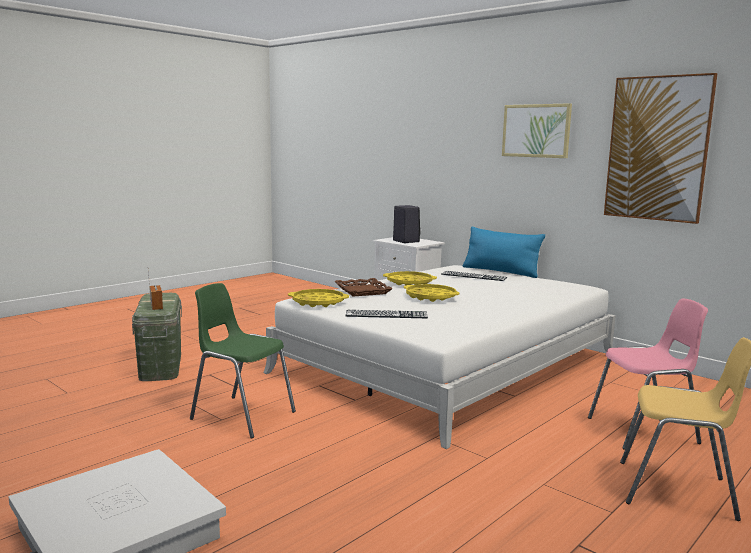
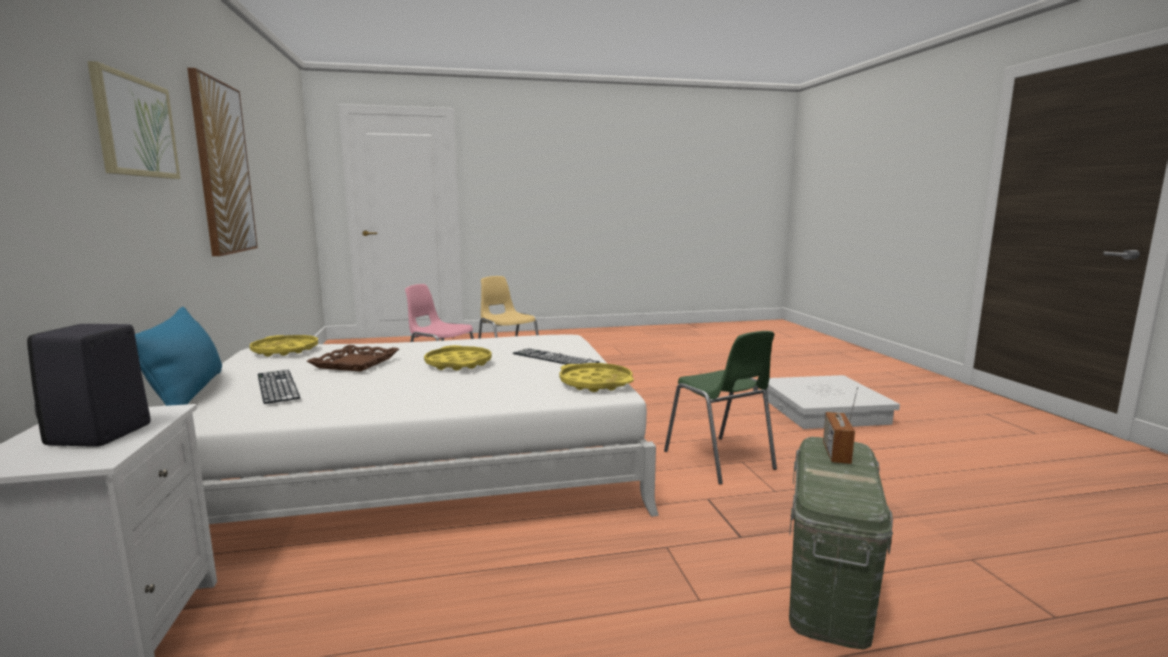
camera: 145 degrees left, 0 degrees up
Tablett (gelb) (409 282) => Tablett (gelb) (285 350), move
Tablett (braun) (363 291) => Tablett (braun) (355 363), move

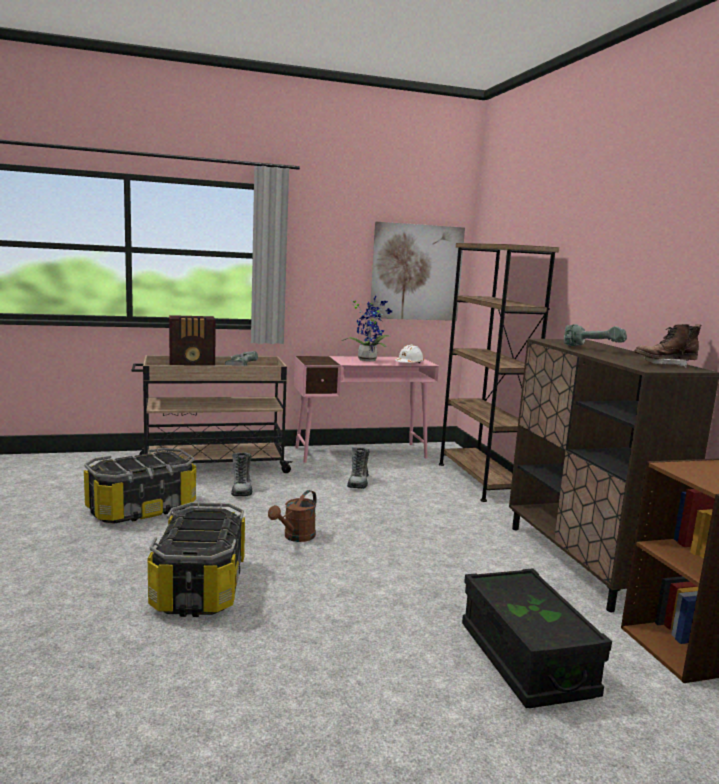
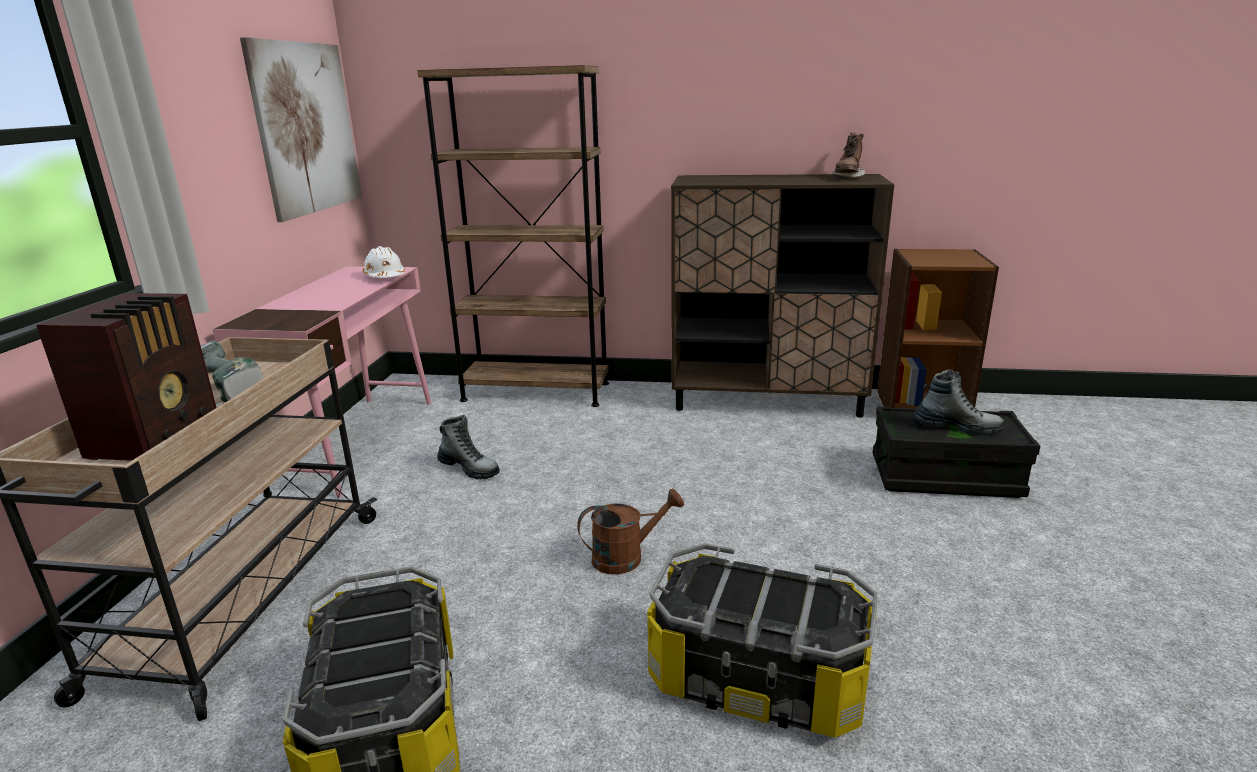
camera: 65 degrees left, 10 degrees up
Topfpflanze (368 360) => nothing
Bohrmaschine (594 349) => nothing
Stiefel (241 489) => Stiefel (956 427), move
Gießkanne (braun) (296 537) => Gießkanne (braun) (626 557), 75 degrees counterclockwise

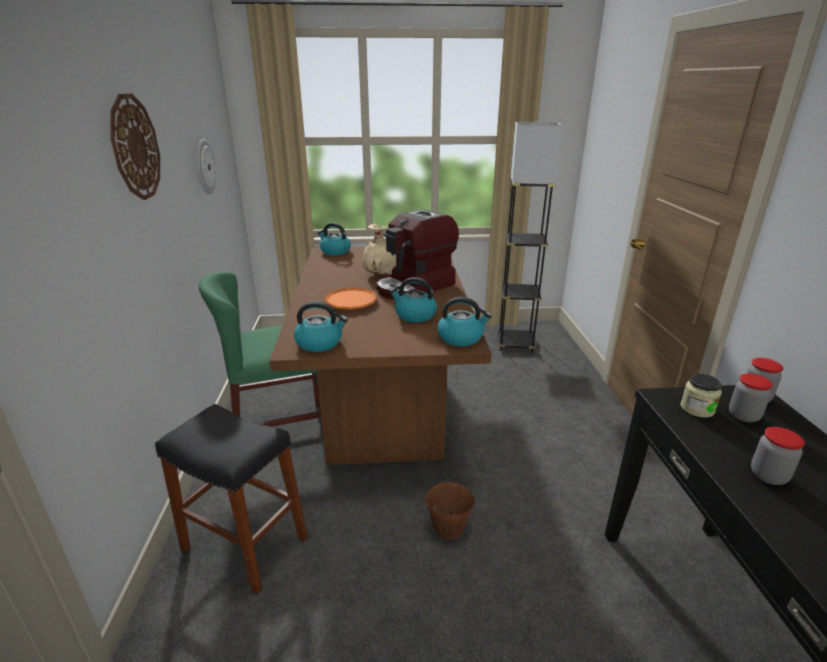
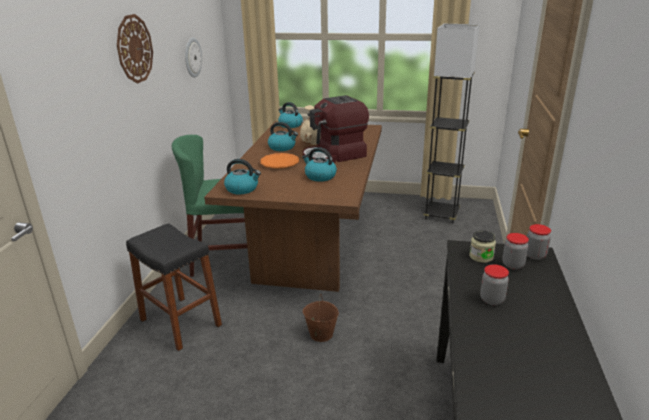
camera: 15 degrees right, 0 degrees up
Wasserkessel (461 338) => Wasserkessel (282 147), move

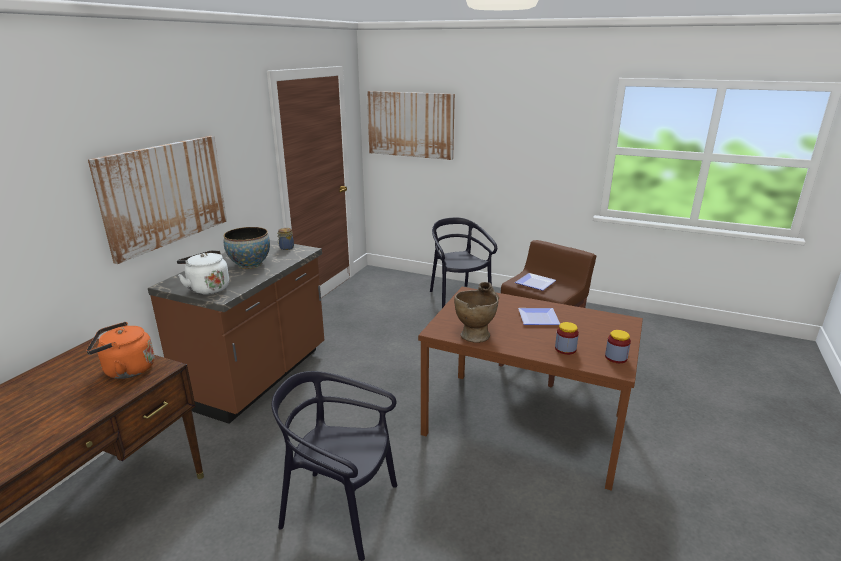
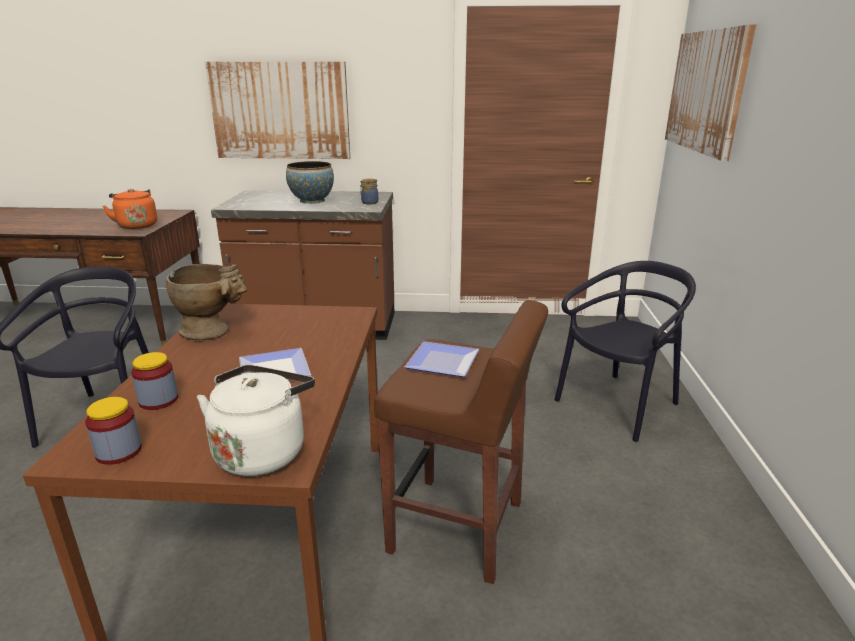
camera: 70 degrees right, 0 degrees up
Wasserkessel (weiß) (207 288) => Wasserkessel (weiß) (262 451), move

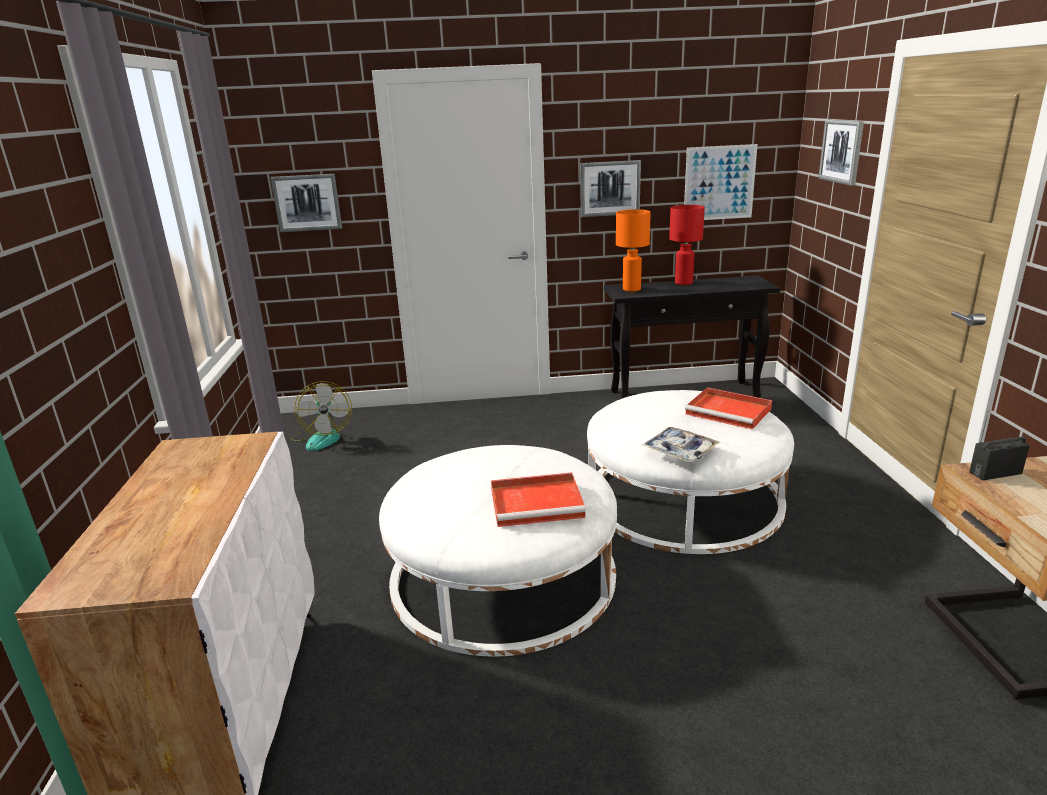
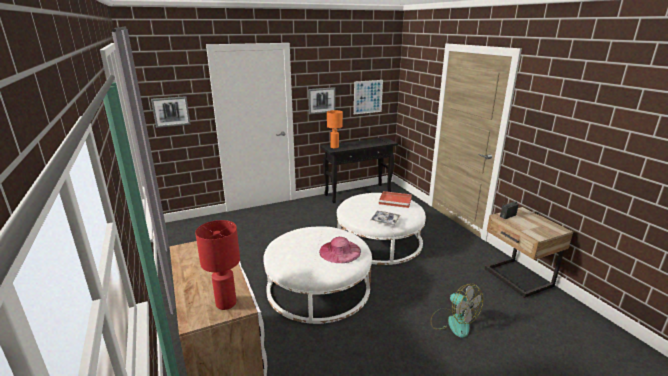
camera: 20 degrees left, 0 degrees up
Bild (842 151) => nothing
Tischlampe (rot) (683 283) => Tischlampe (rot) (225 303), move
Ventilator (322 437) => Ventilator (453 322), move
Tablett (rot) (538 503) => Hut (rosa) (340 251)

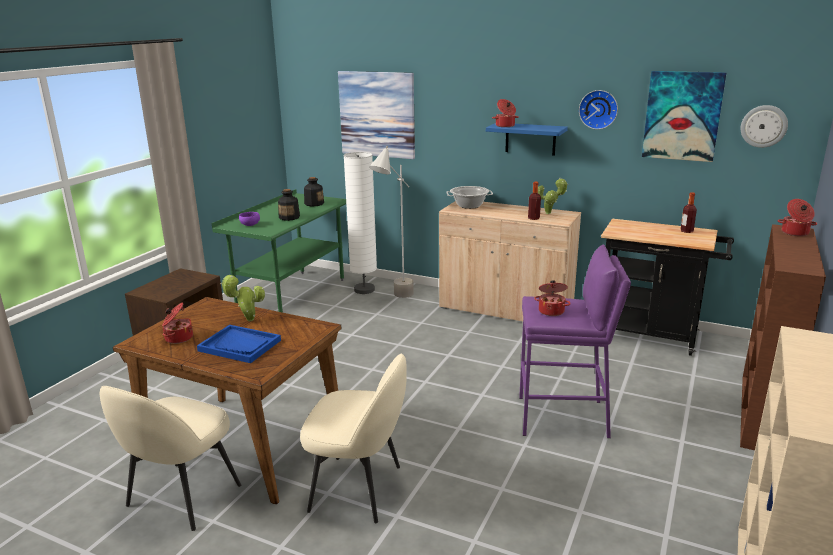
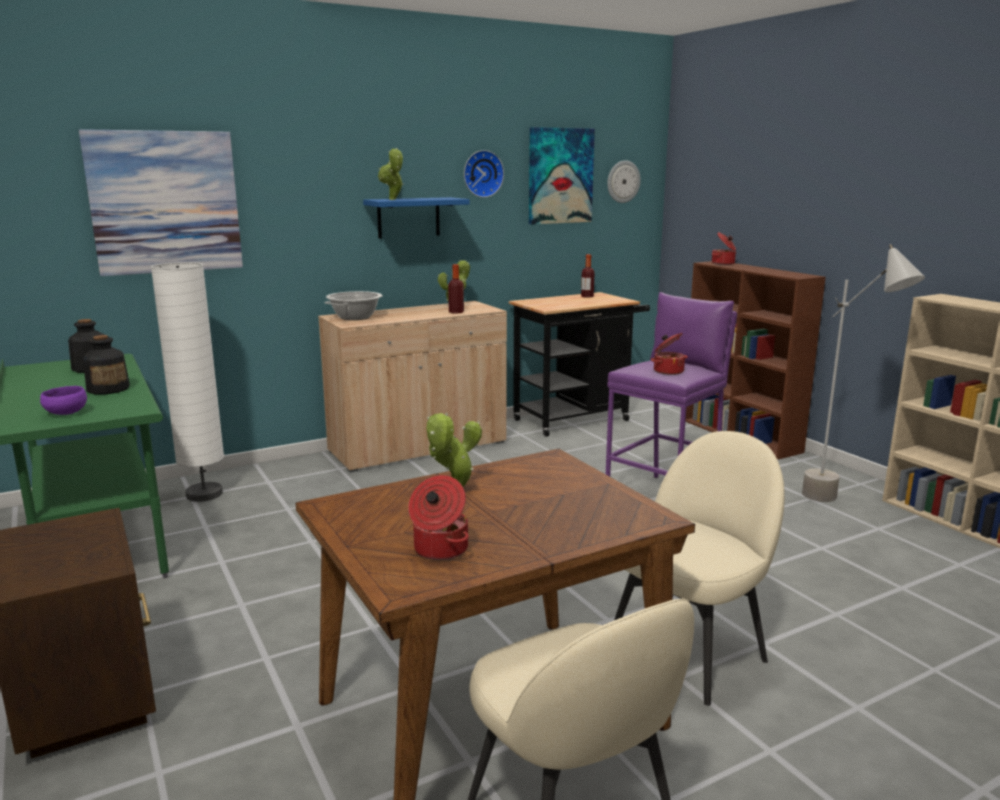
camera: 55 degrees left, 5 degrees down
Kochtopf (505 126) => Topfpflanze (393 199)
Stehlampe (grau) (395 299) => Stehlampe (grau) (841 505), move
Tablett (blau) (240 345) => nothing

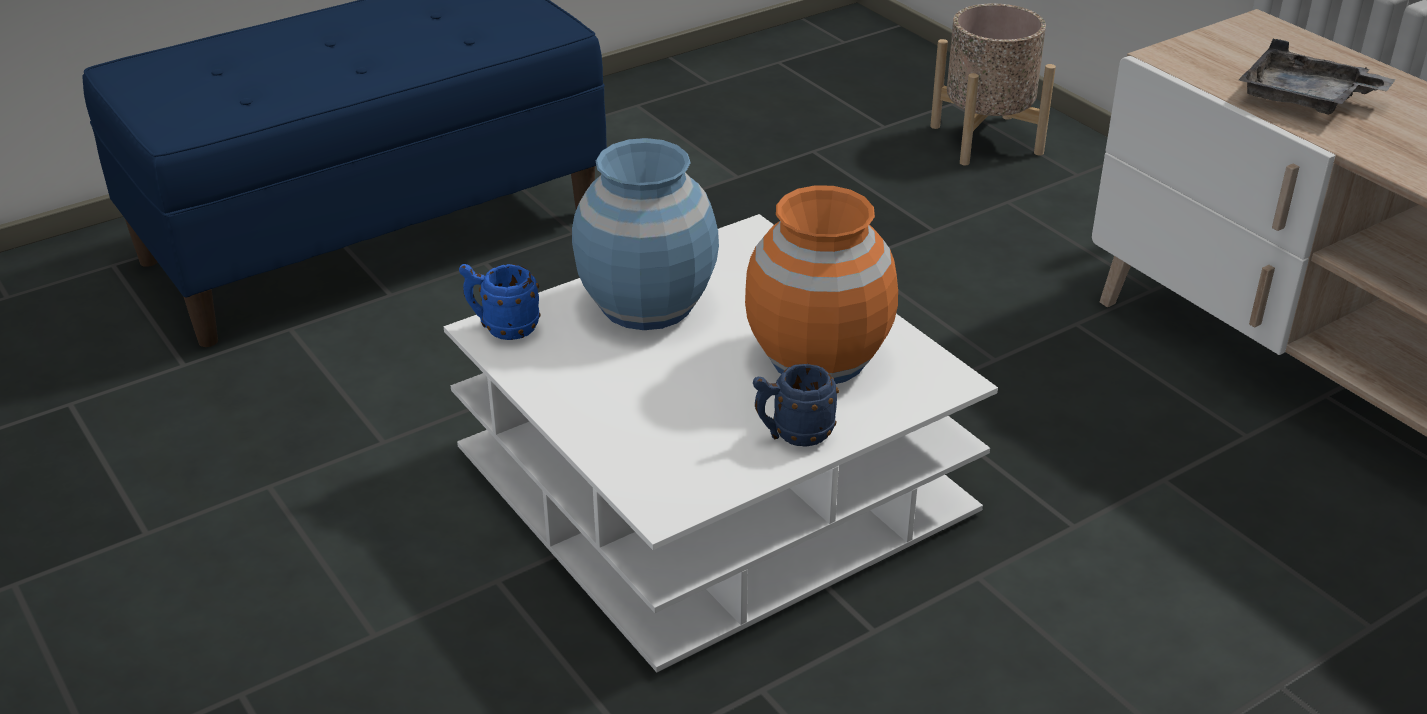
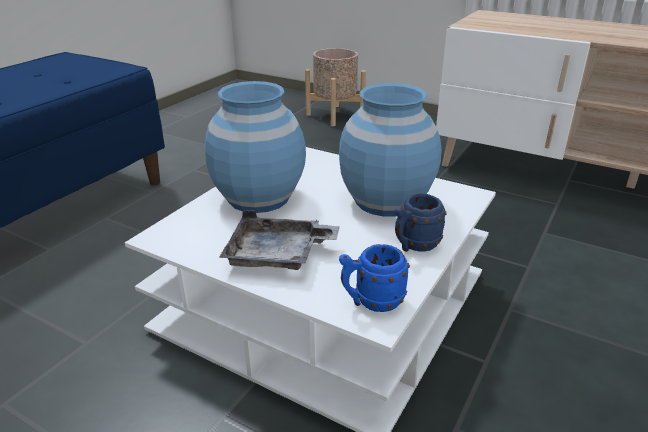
camera: 25 degrees left, 5 degrees down
Tablett (grau) (1305 99) => Tablett (grau) (278 255), move
Vase (orange) (819 357) => Vase (blau) (387 200)
Henkelbecher (blau) (502 328) => Henkelbecher (blau) (371 302), move

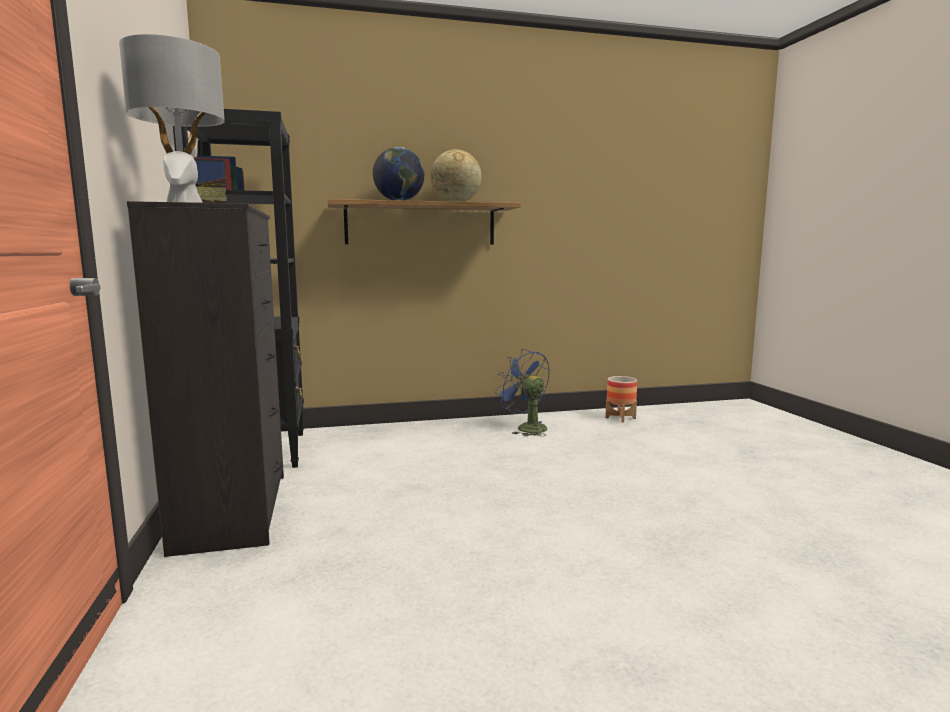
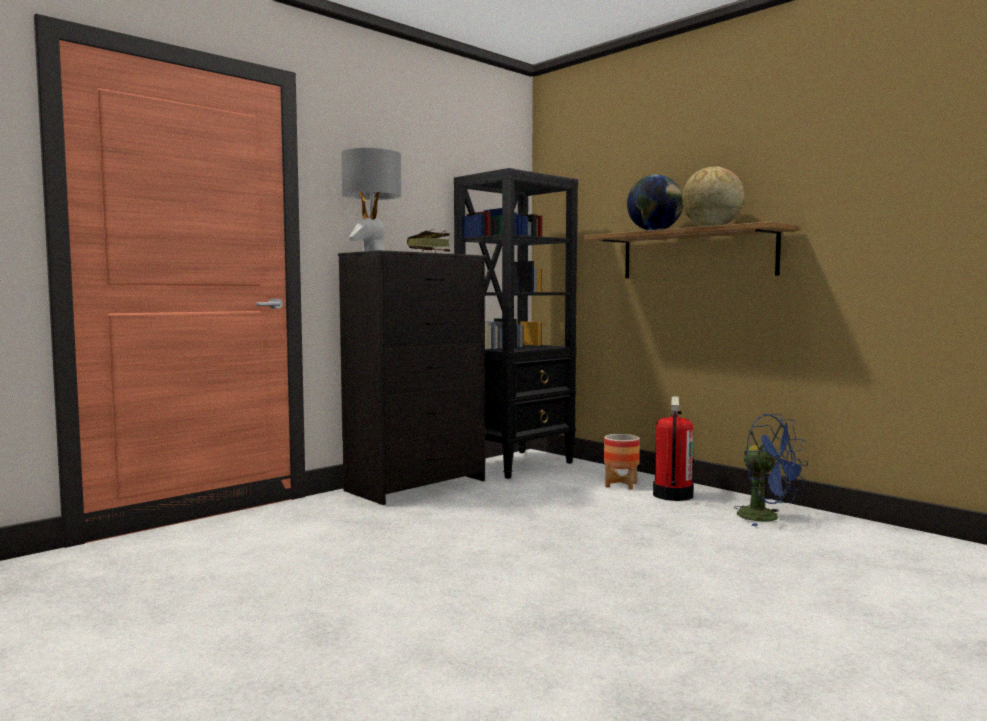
camera: 60 degrees right, 5 degrees down
Ventilator (blau) (526 428) => Ventilator (blau) (767 518), 120 degrees clockwise
Pflanzkübel (620 418) => Pflanzkübel (621 485), move
nothing => Feuerlöscher (672 495)

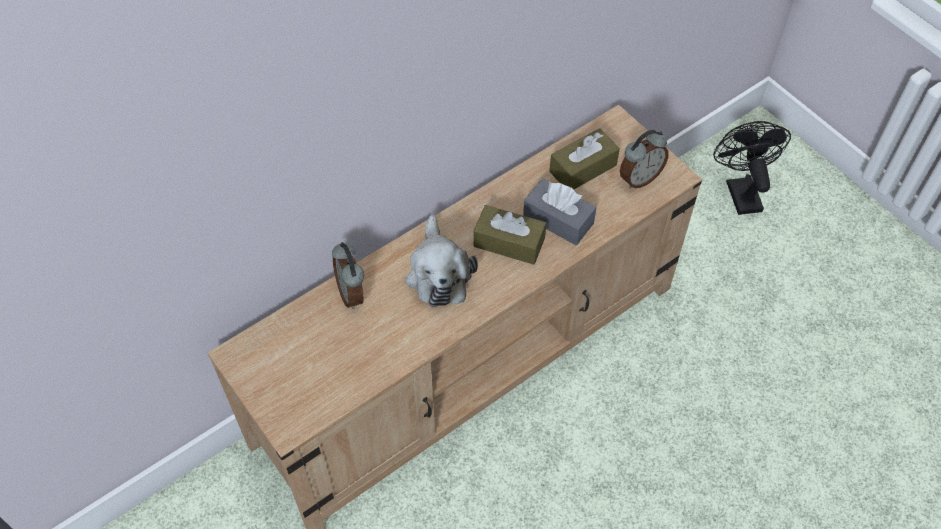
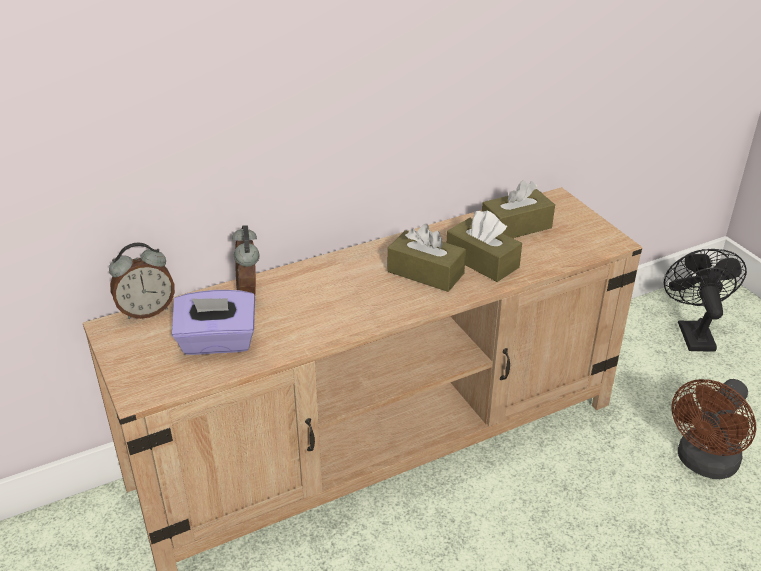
camera: 10 degrees right, 20 degrees down
Wecker (639 178) => Wecker (147 311), move
Taschentuchbox (grau) (558 220) => Taschentuchbox (braun) (482 261)
Plüschtier (438 273) => nothing
nothing => Taschentuchbox (lila) (217 342)
nothing => Ventilator (braun) (703 464)

